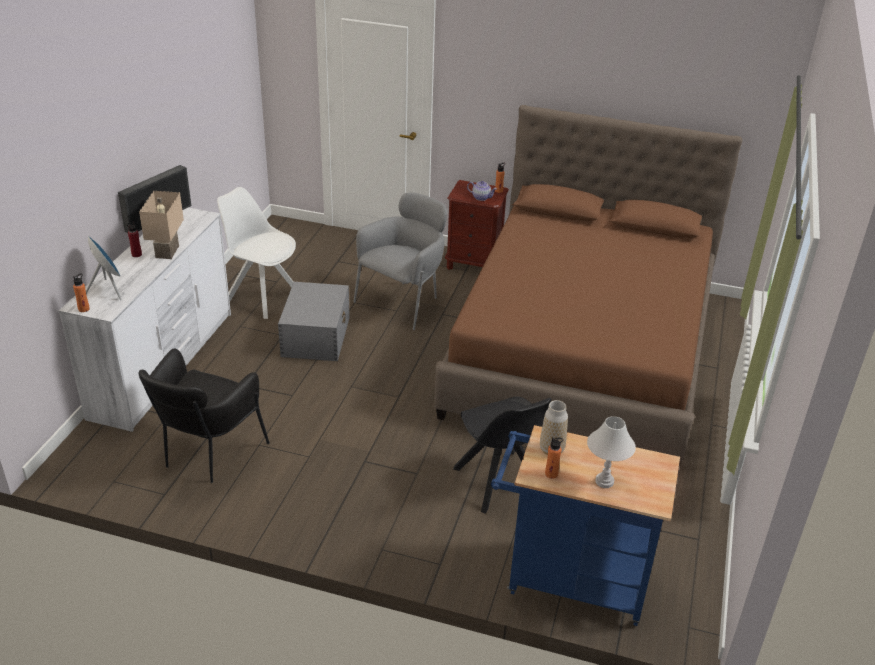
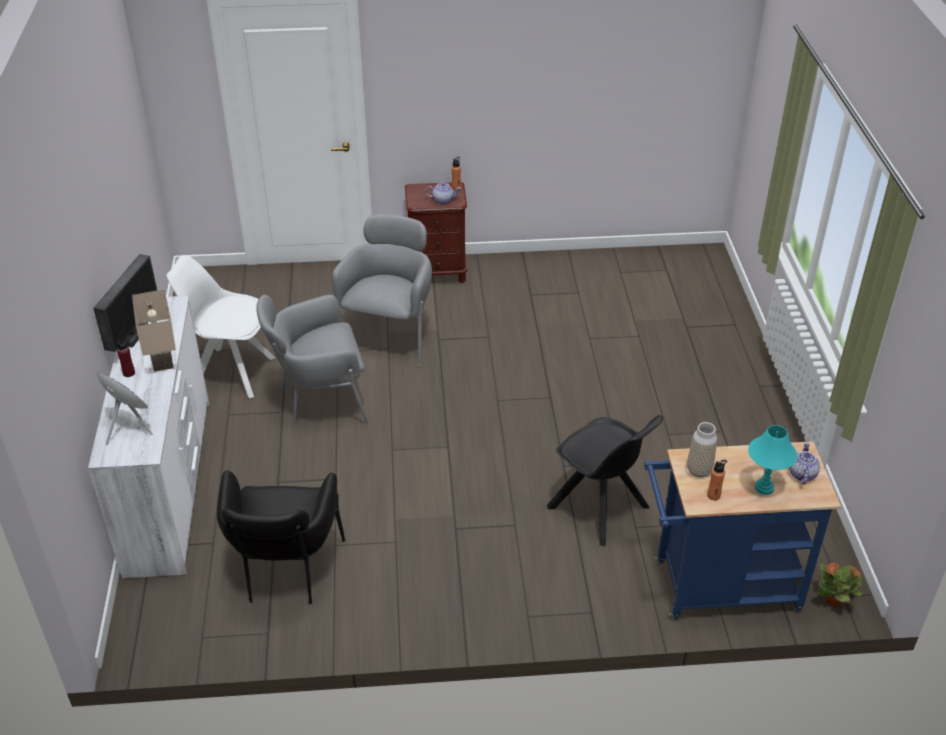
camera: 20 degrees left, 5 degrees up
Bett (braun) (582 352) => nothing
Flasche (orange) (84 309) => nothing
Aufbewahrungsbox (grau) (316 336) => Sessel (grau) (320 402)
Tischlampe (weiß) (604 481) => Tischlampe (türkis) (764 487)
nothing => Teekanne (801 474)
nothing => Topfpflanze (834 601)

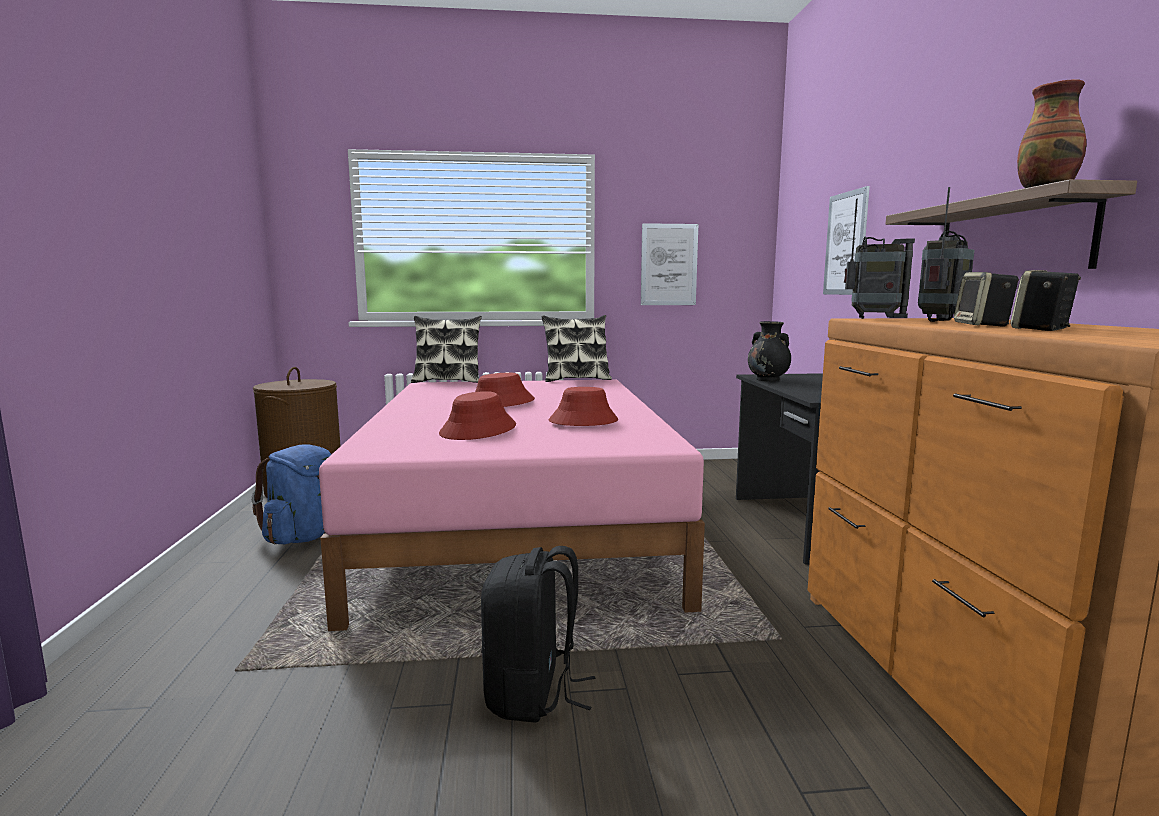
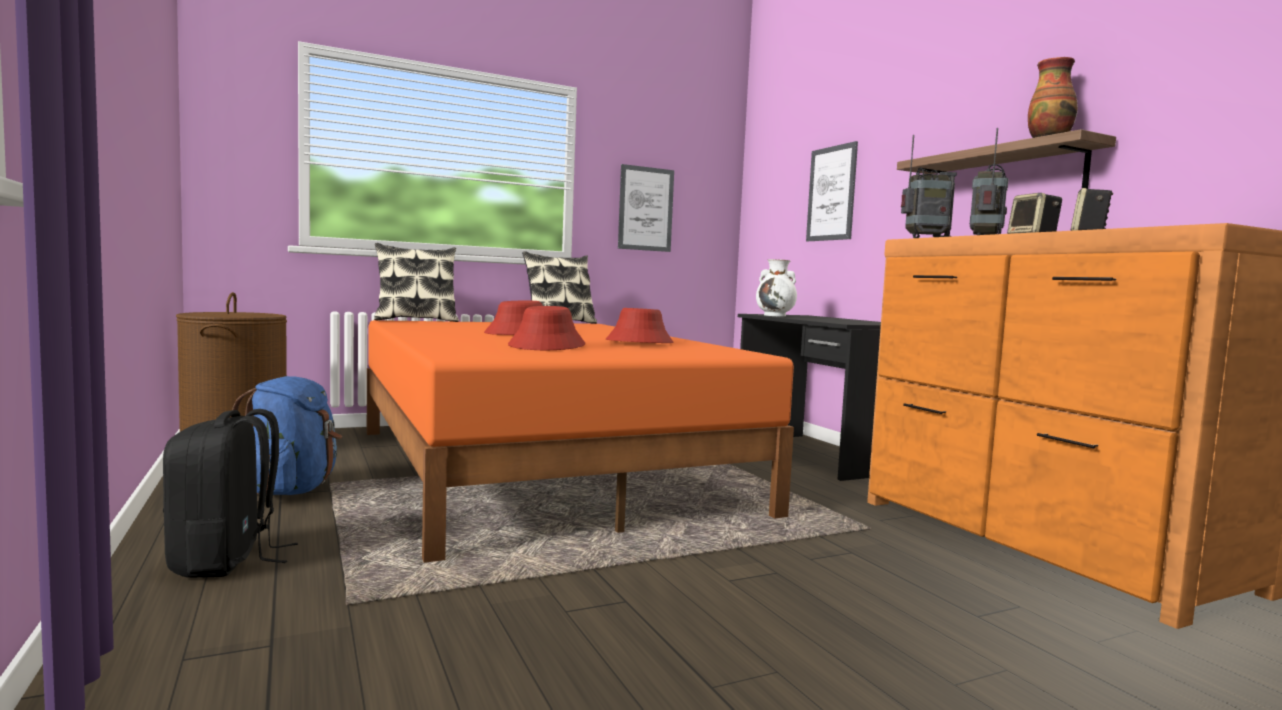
camera: 20 degrees left, 5 degrees down
Vase (schwarz) (768 379) => Vase (weiß) (775 315)
Bett (rosa) (519 525) => Bett (orange) (542 468)
Rucksack (schwarz) (533 694) => Rucksack (schwarz) (226 561), move

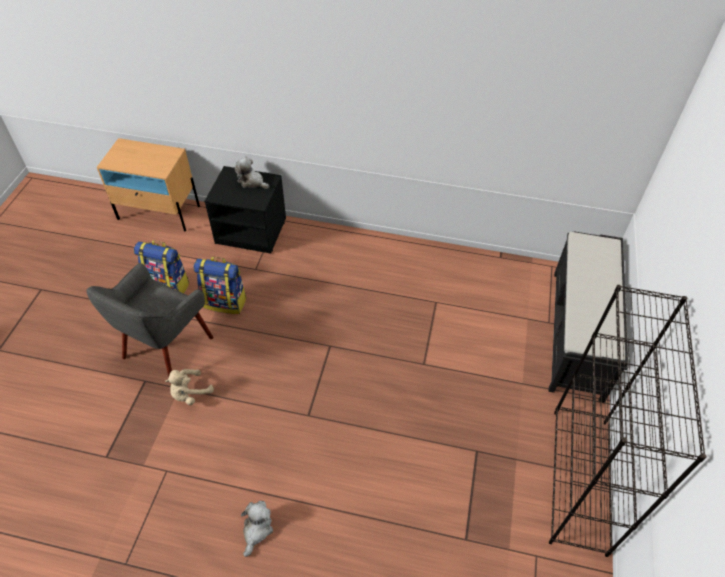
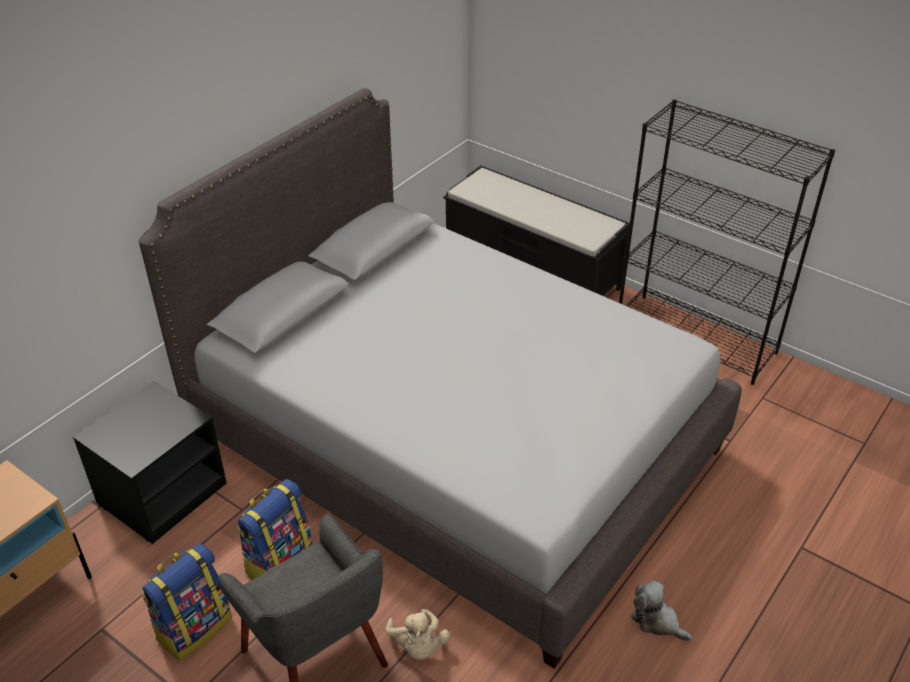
camera: 65 degrees left, 10 degrees down
Plüschtier (252 181) => nothing
nothing => Bett (grau) (454 443)

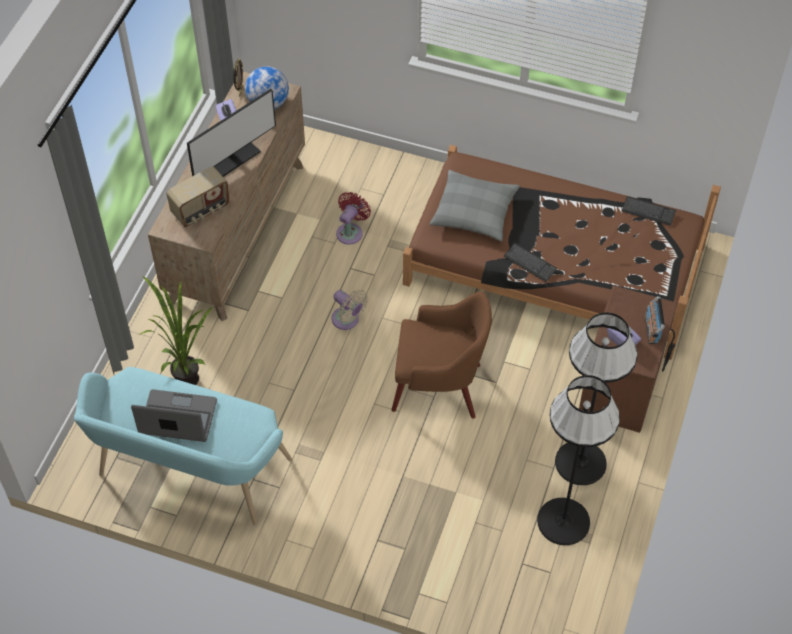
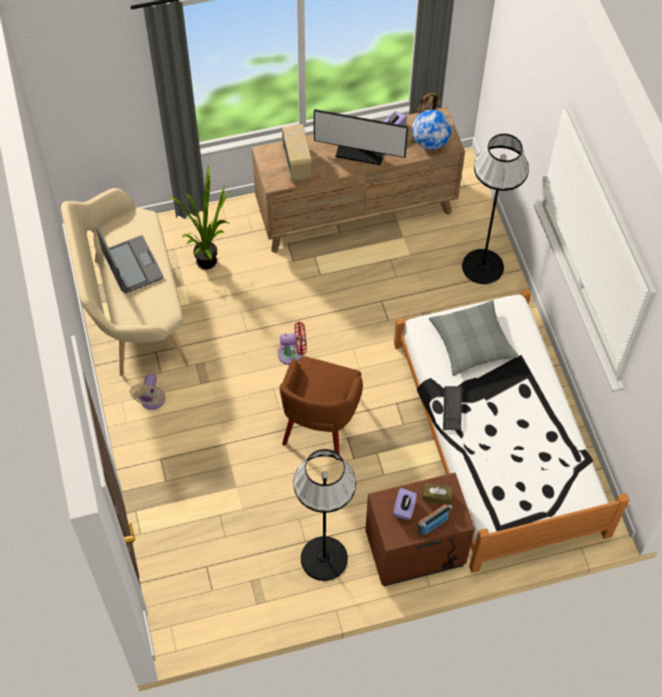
camera: 55 degrees right, 5 degrees up
Bett (braun) (555 264) => Bett (weiß) (498 436)
Radio (201 210) => Radio (297 163), 120 degrees counterclockwise
Ventilator (rot) (351 231) => Ventilator (rot) (293 354), move
Tastatur (648 211) => nothing
Ventilator (beige) (347 320) => Ventilator (beige) (151 401), move
Sessel (braun) (440 387) => Sessel (braun) (320 423), 45 degrees clockwise
Bank (türkis) (189 473) => Bank (beige) (133 311)
Stehlampe (schwarz) (563 521) => Stehlampe (schwarz) (482 266), move
nothing => Taschentuchbox (braun) (436 496)

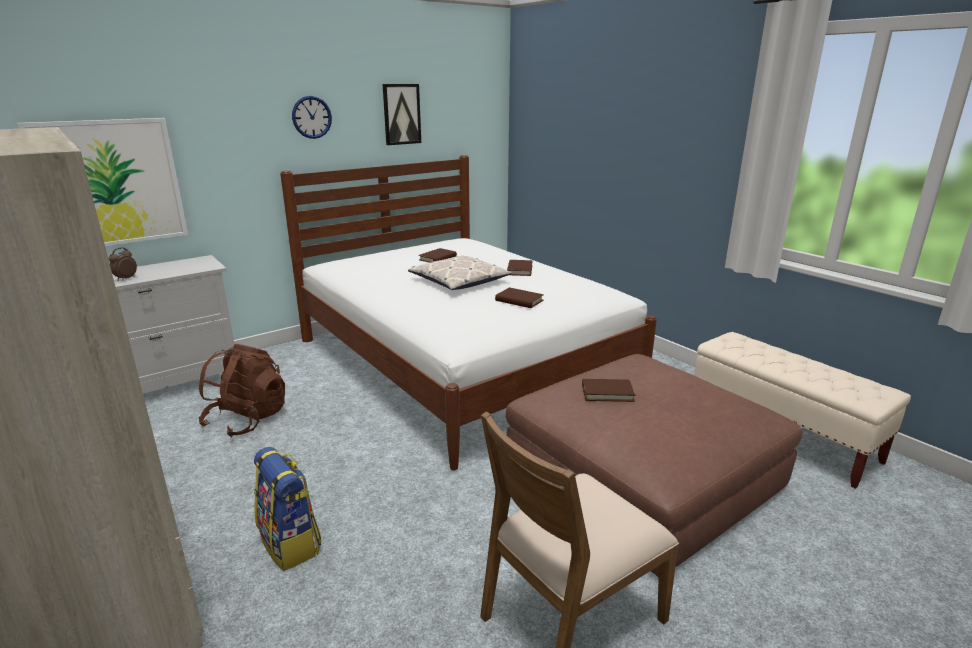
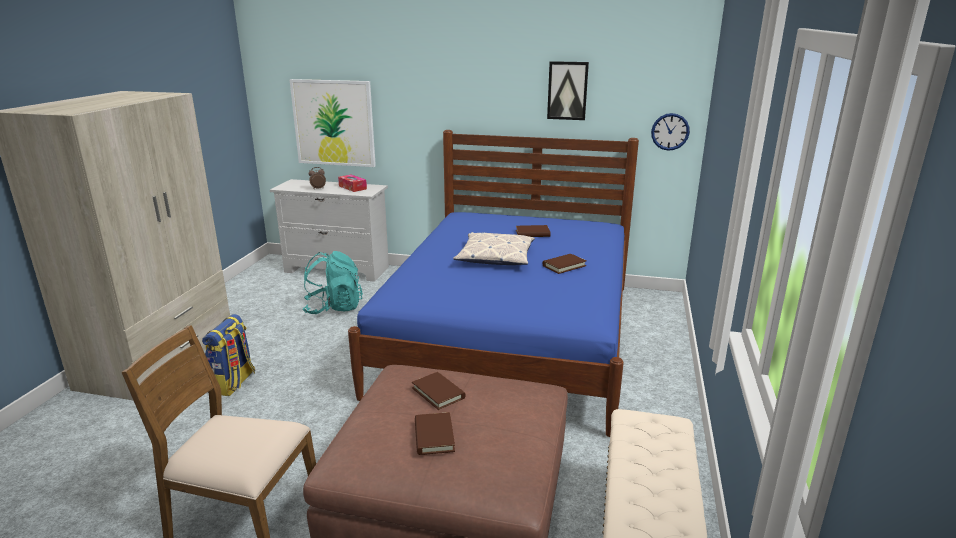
camera: 50 degrees right, 0 degrees up
Wanduhr (311 117) => Wanduhr (670 131), move
Bett (weiß) (461 361) => Bett (blau) (510 335)
Buch (braun) (519 300) => Buch (braun) (434 436), move
Rucksack (braun) (247 419) => Rucksack (türkis) (333 308)
nothing => Taschentuchbox (352 187)

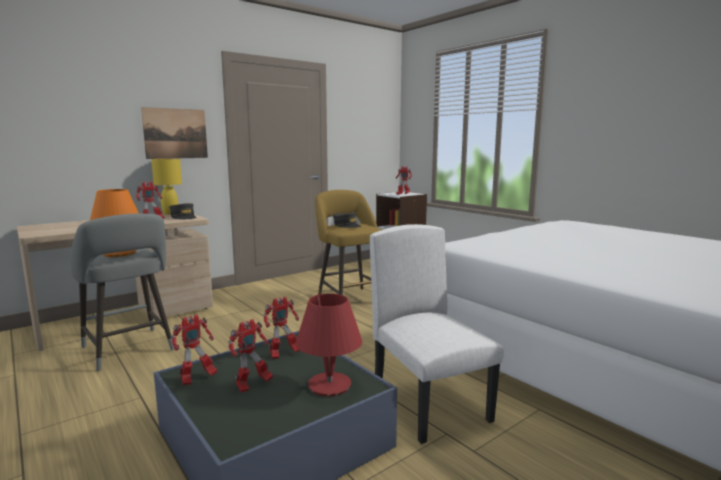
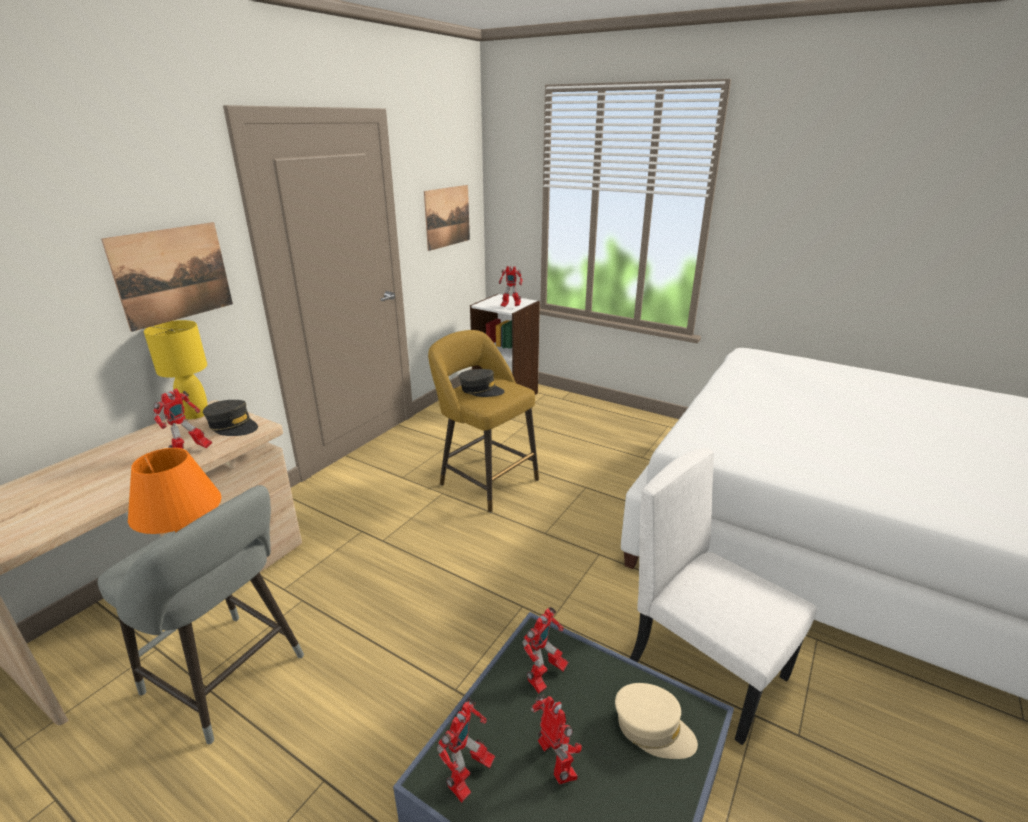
camera: 20 degrees left, 15 degrees up
Tischlampe (rot) (330 385) => Kappe (beige) (653 729)
Spielzeugroboter (252 385) => Spielzeugroboter (556 765), 60 degrees counterclockwise
nothing => Bild (447 217)

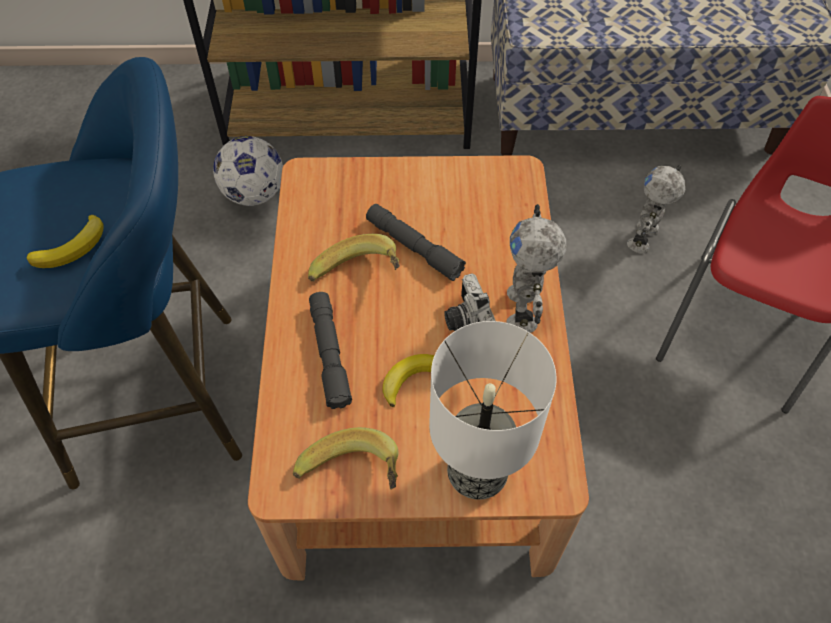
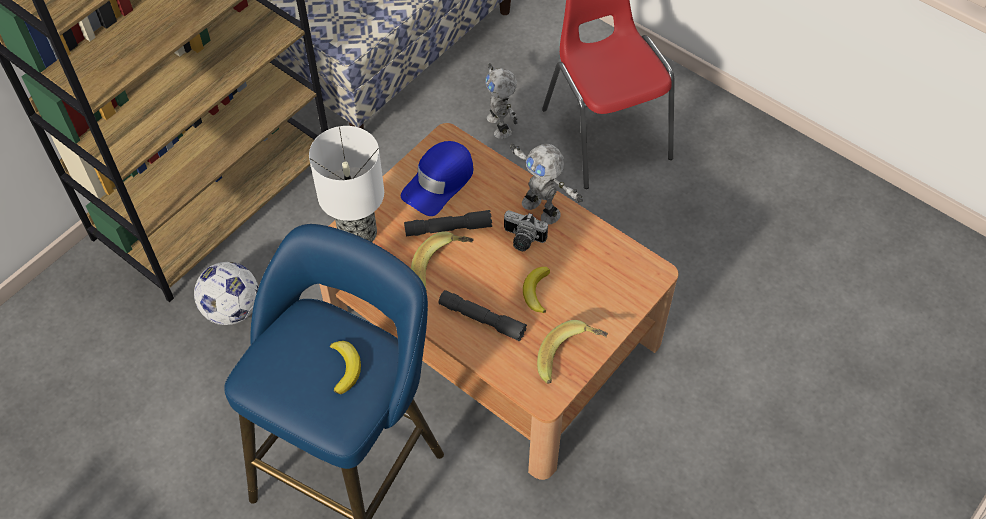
camera: 50 degrees left, 0 degrees up
Tischlampe (475 471) => Tischlampe (356 234), move
nothing => Kappe (blau) (439 182)

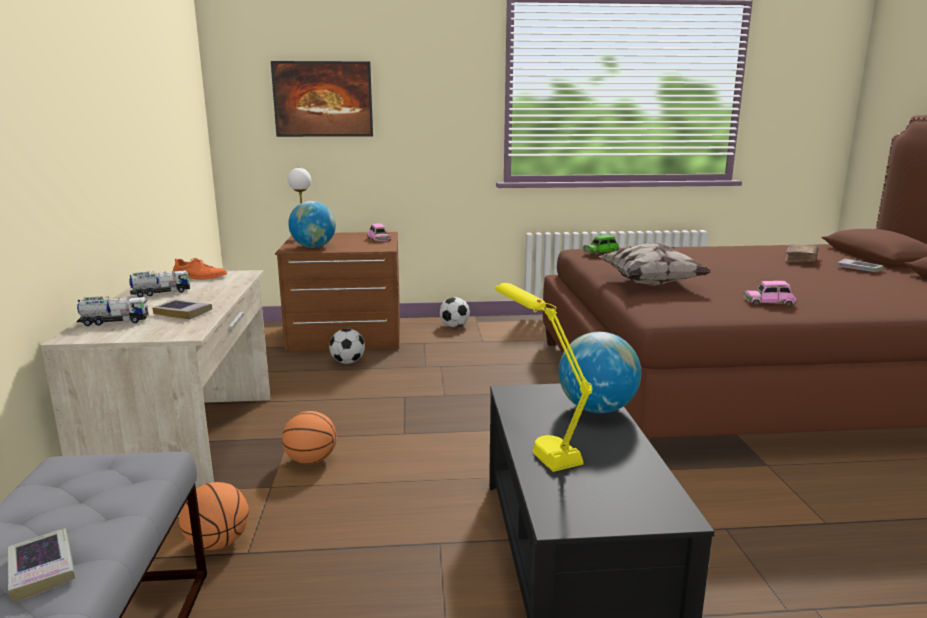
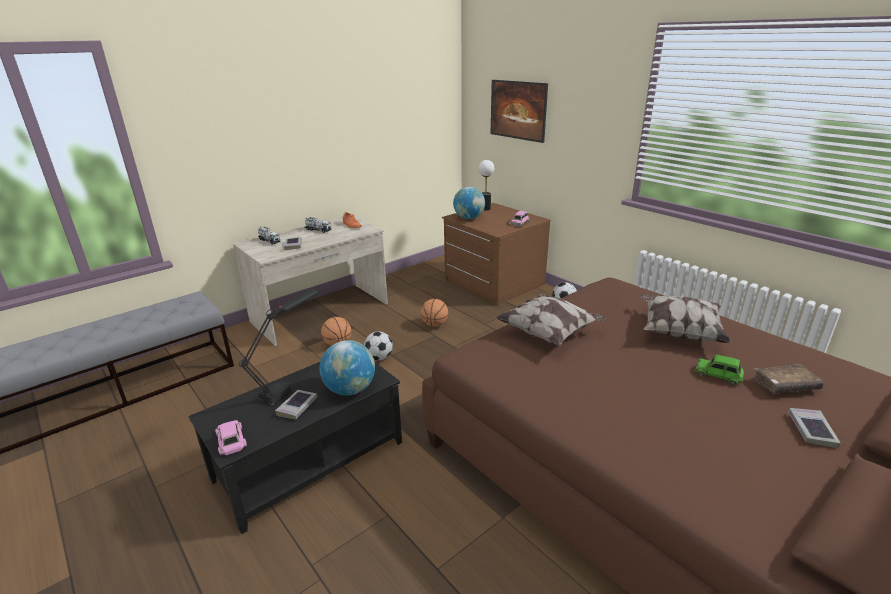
camera: 55 degrees right, 10 degrees up
Spielzeugauto (grün) (601 251) => Spielzeugauto (grün) (718 374), move
Spielzeugauto (rosa) (769 302) => Spielzeugauto (rosa) (231 441), move
Tischlampe (gelb) (537 440) => Tischlampe (schwarz) (291 384)
Fußball (348 362) => Fußball (379 358), move
Basketball (217 543) => Basketball (434 324), move
Buch (42 569) => Buch (297 407), move
nothing => Kissen (678 332)

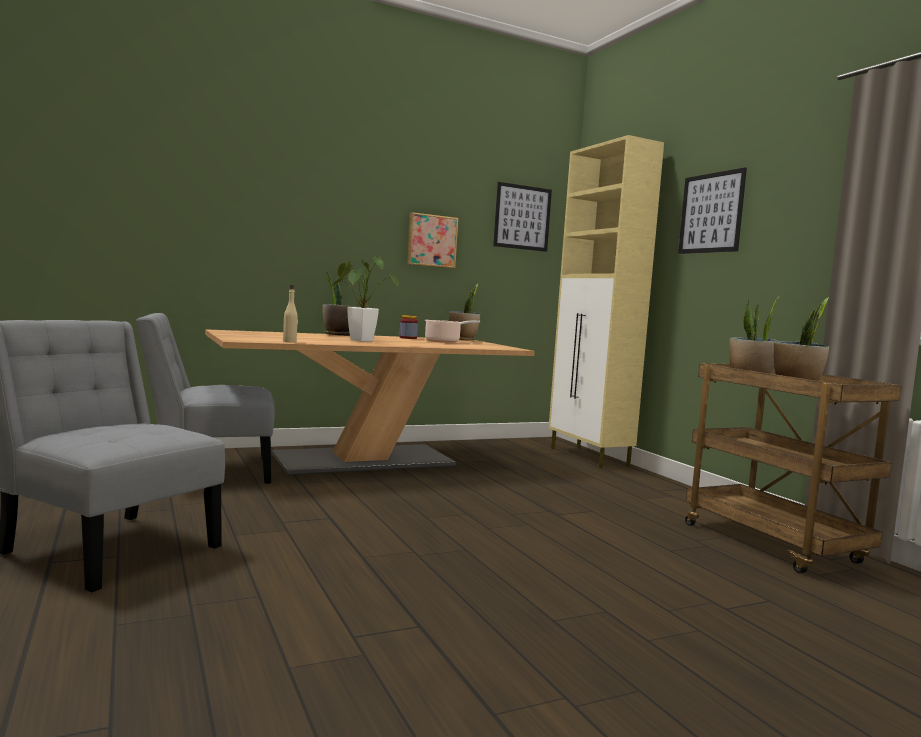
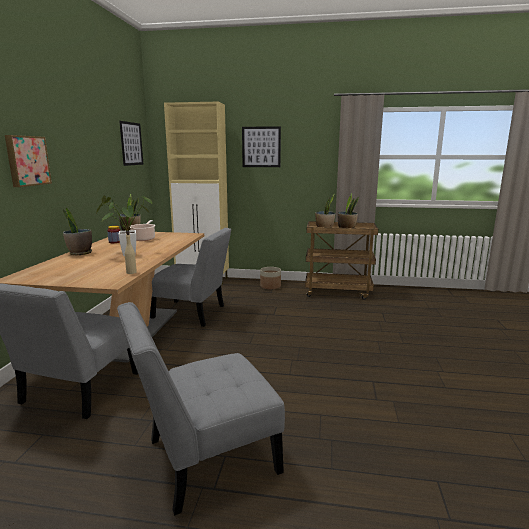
camera: 55 degrees left, 10 degrees up
Bild (431 241) => Bild (27 161), move
nothing => Stuhl (grau) (193 314)
nothing => Pflanzkübel (270 286)

